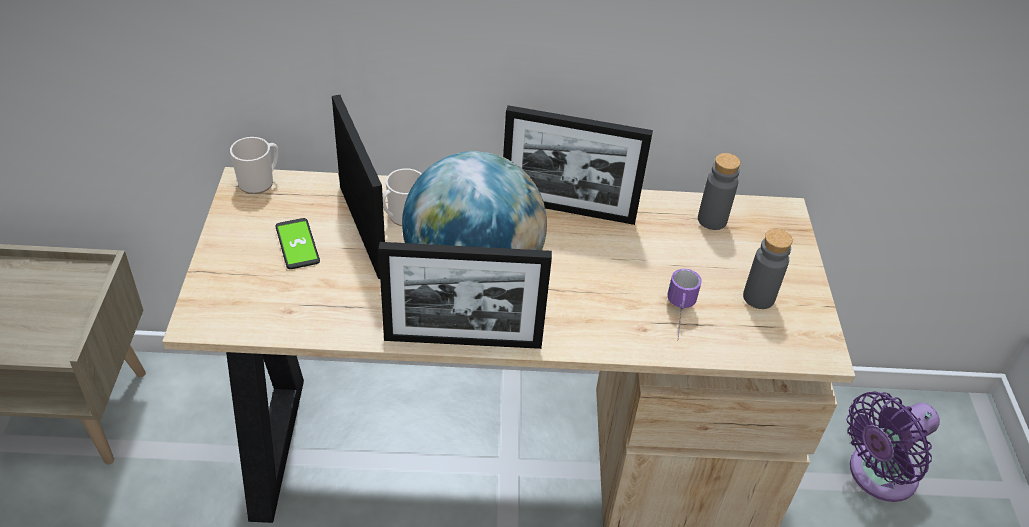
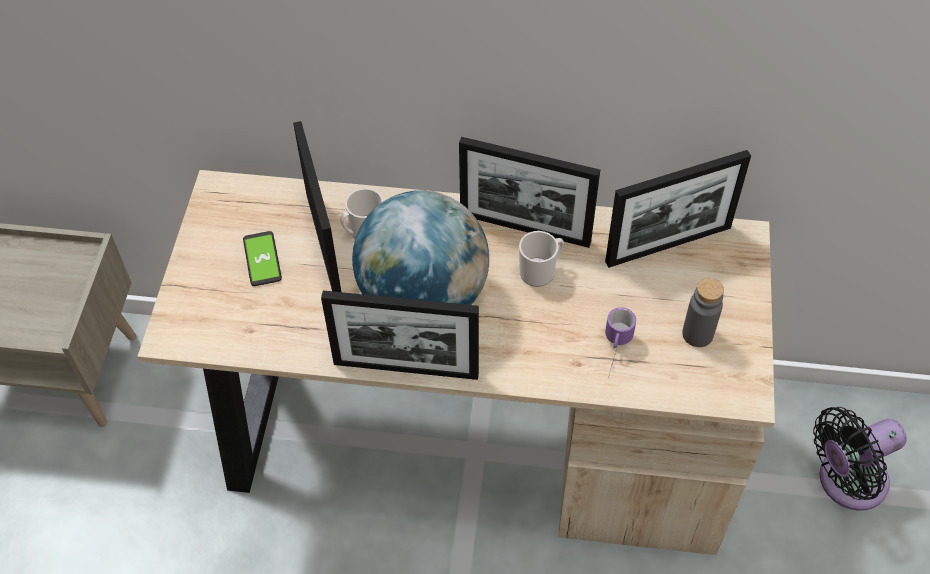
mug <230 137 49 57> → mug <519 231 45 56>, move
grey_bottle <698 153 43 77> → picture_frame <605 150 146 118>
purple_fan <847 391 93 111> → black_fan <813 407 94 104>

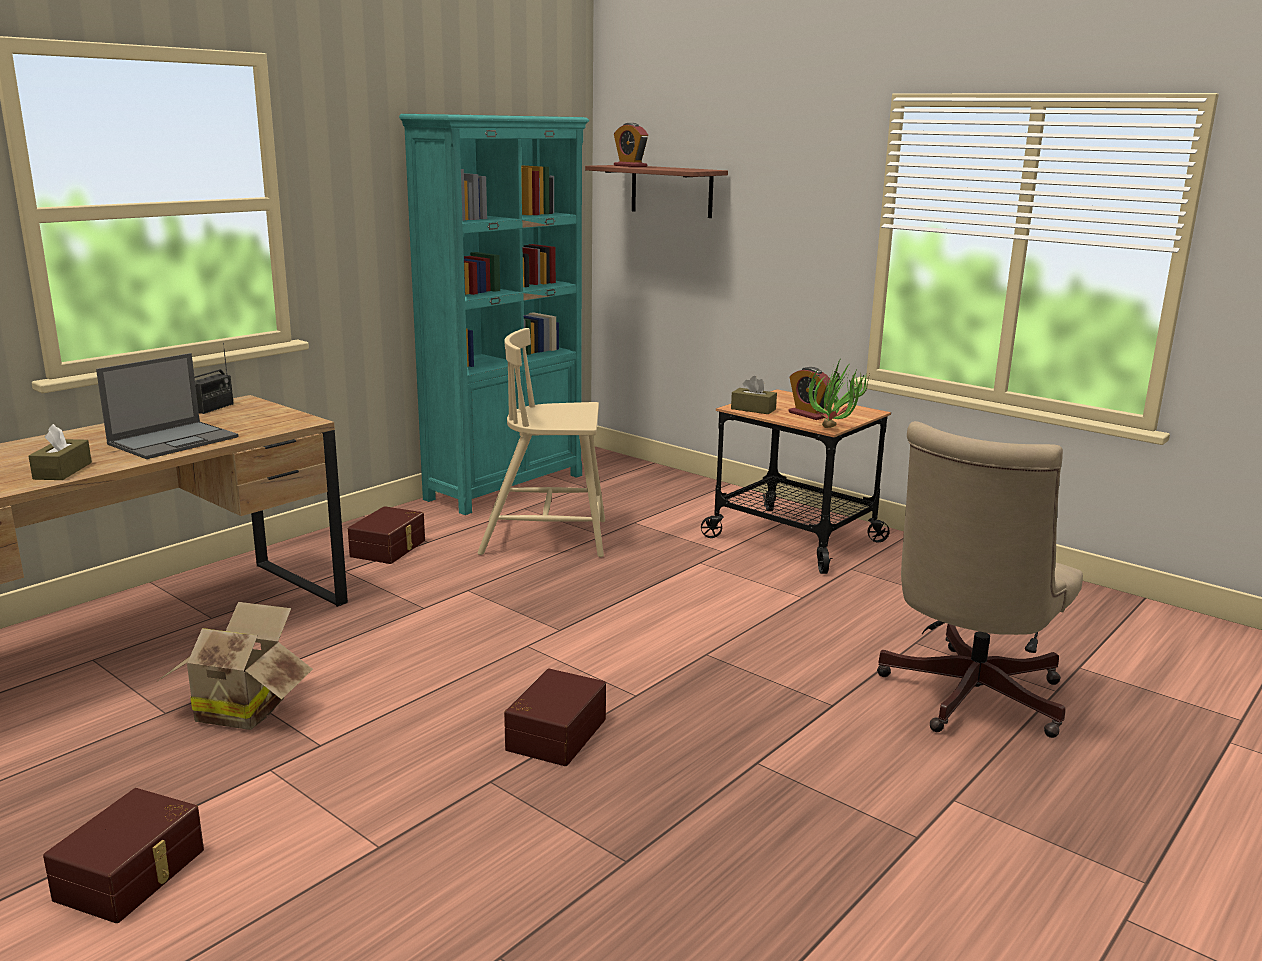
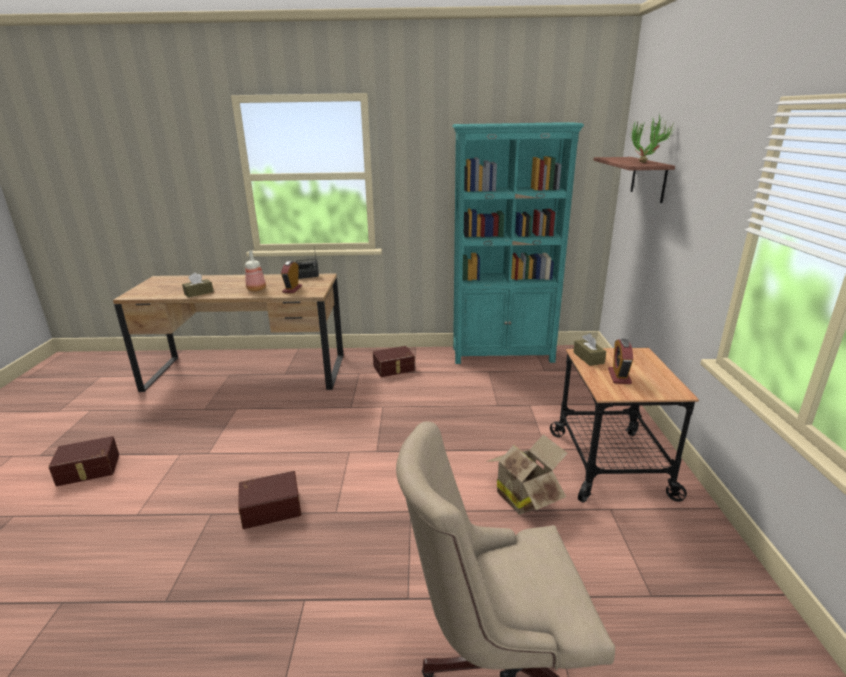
alarm_clock <614 123 34 44> → alarm_clock <281 261 21 32>, move
beige_chair <477 328 128 229> → -
laptop <96 353 143 106> → bottle <245 251 21 40>
potted_plant <807 360 63 68> → potted_plant <631 113 43 50>, move
cardboard_box <156 602 157 128> → cardboard_box <486 434 82 81>, move

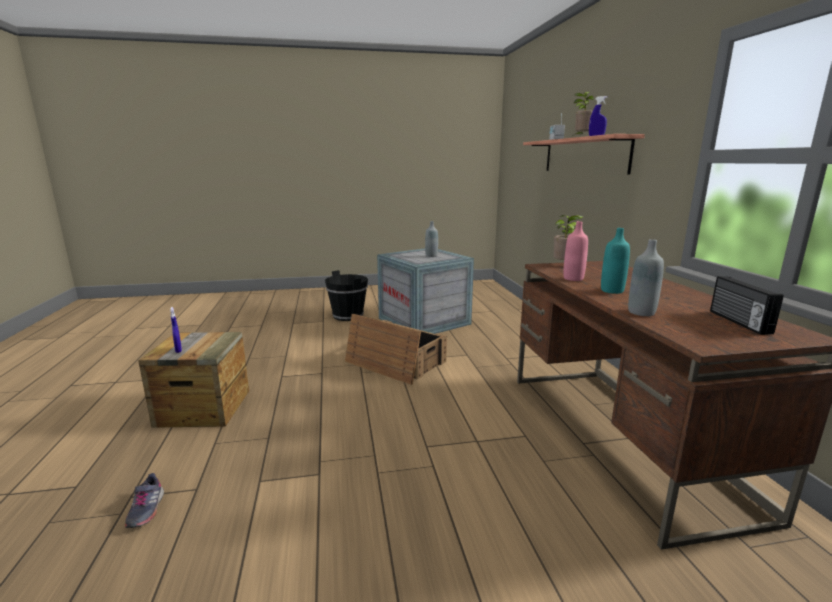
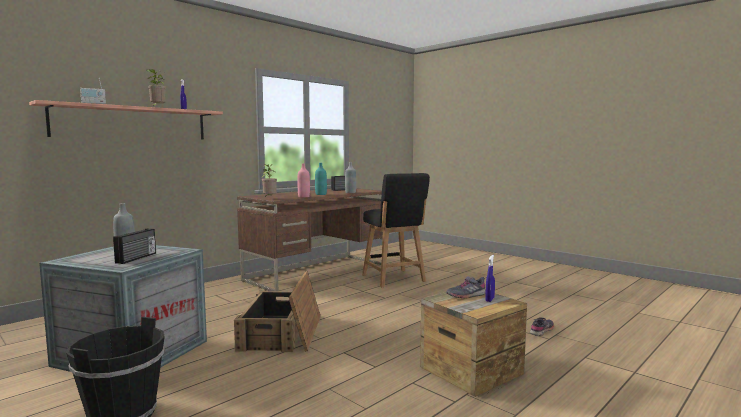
- → black_chair <362 173 68 114>
- → radio <113 229 43 35>
- → grey_shoe <446 276 40 22>

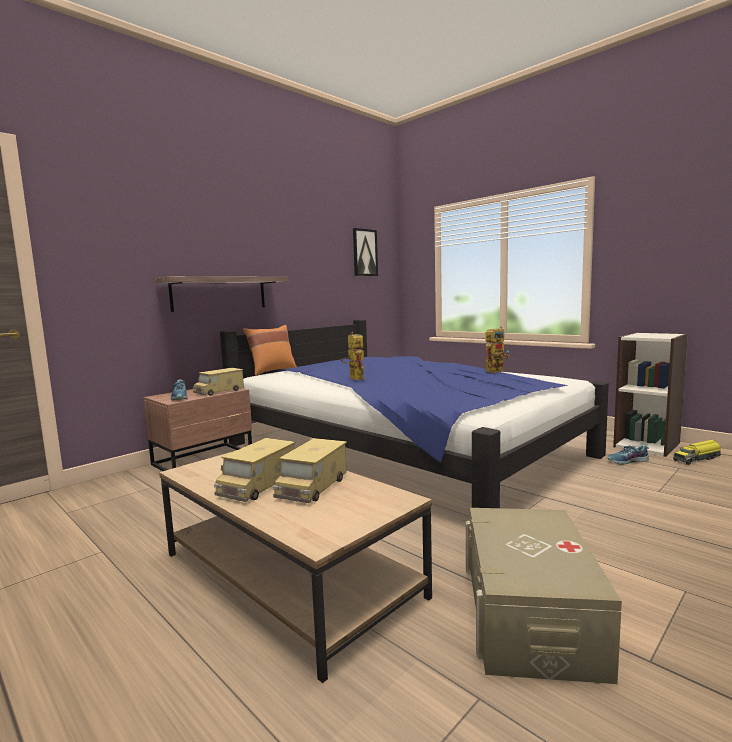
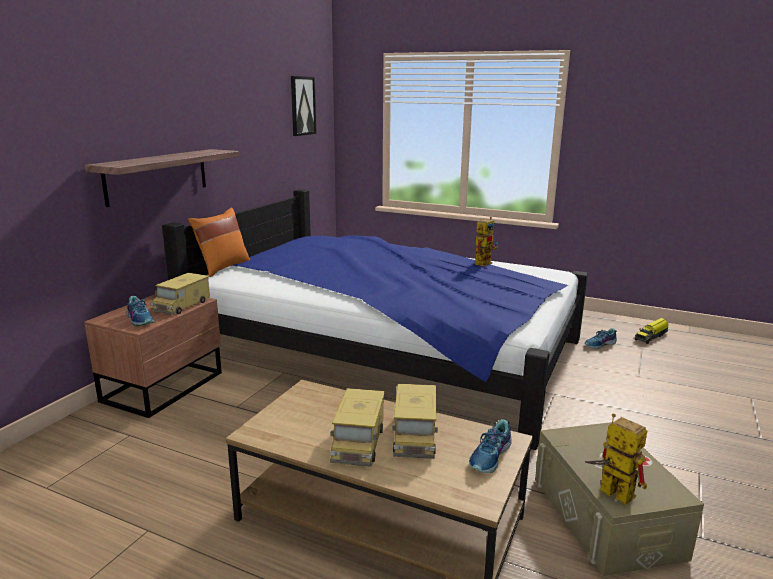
toy_robot <341 332 24 48> → toy_robot <585 414 62 91>, move
bookcase <613 333 75 124> → -
- → shoe <469 419 42 54>

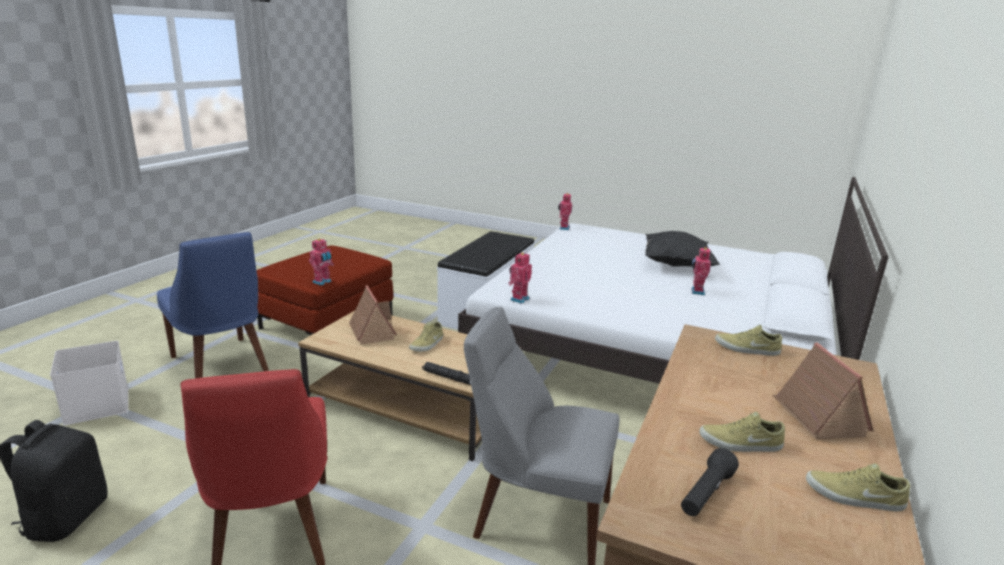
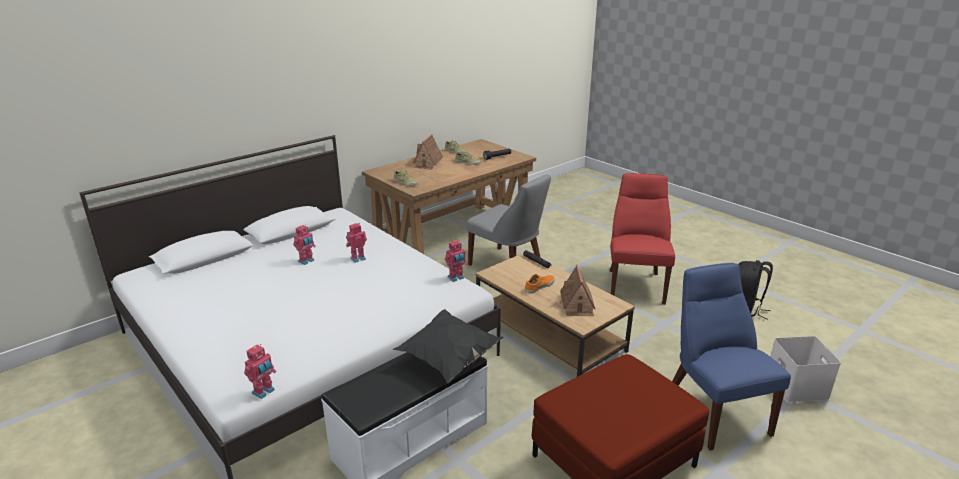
black_pillow <645 231 75 35> → black_pillow <392 309 111 75>, move
toy_robot <309 238 25 47> → toy_robot <346 223 21 40>, move
beige_shoe <409 322 34 30> → orange_shoe <525 274 30 20>

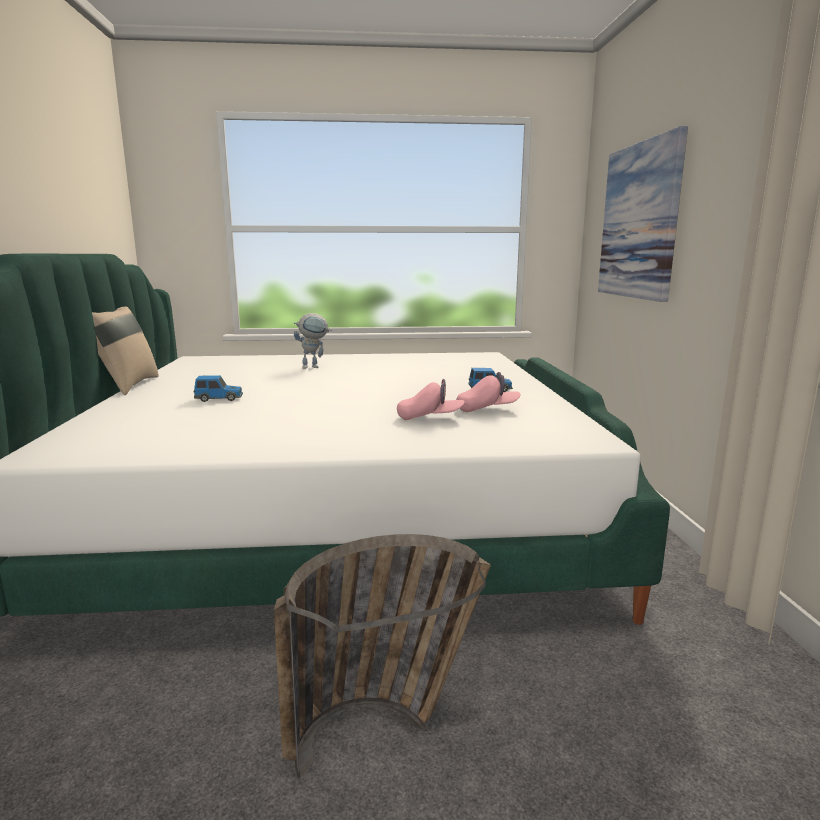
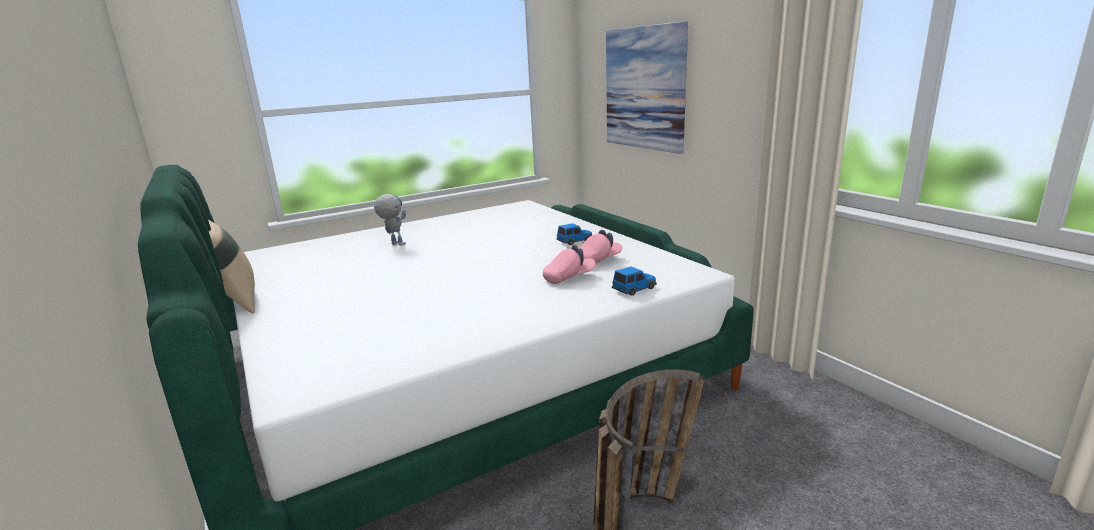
toy_robot <294 313 38 56> → toy_robot <374 194 32 52>, 105 degrees counterclockwise
toy_car <194 375 49 27> → toy_car <612 266 45 30>, move

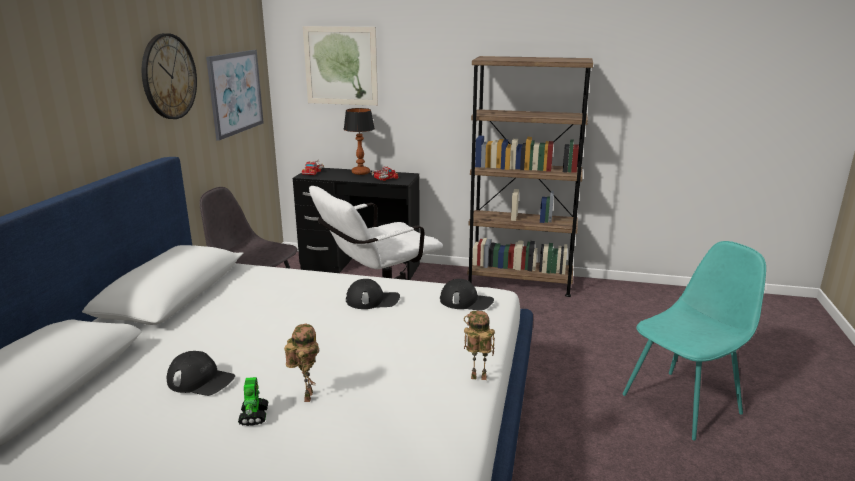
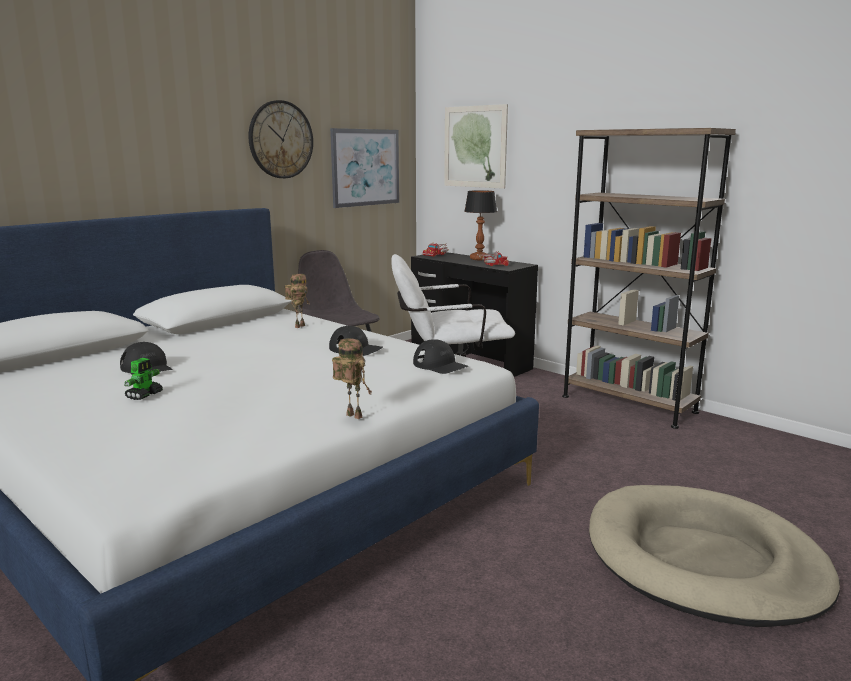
turquoise_chair <622 241 144 200> → beige_dog_bed <589 485 251 142>
toy_robot <284 324 35 78> → toy_robot <285 274 25 54>, move

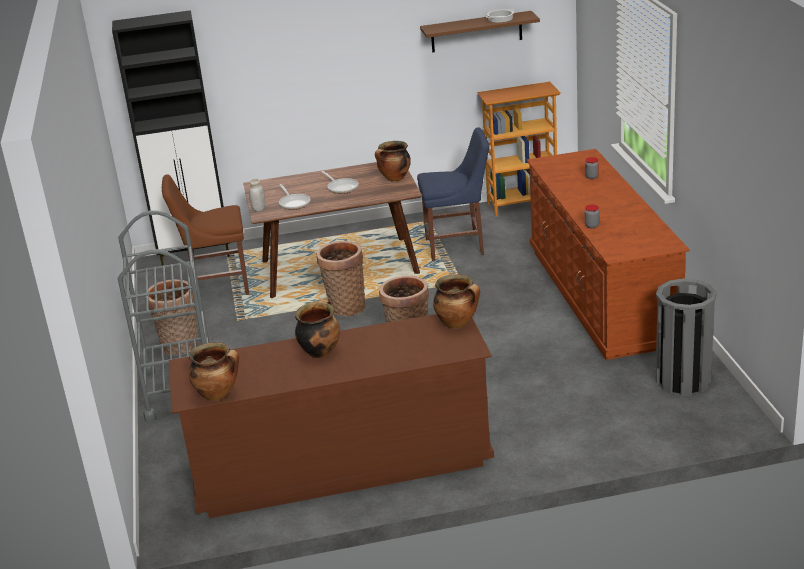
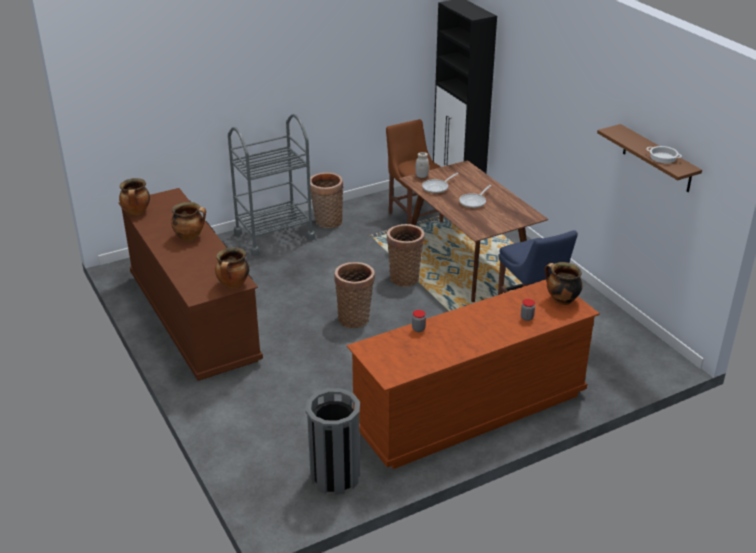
bookcase <477 82 84 134> → -
cooking_pot <375 141 36 41> → cooking_pot <545 262 38 43>, move

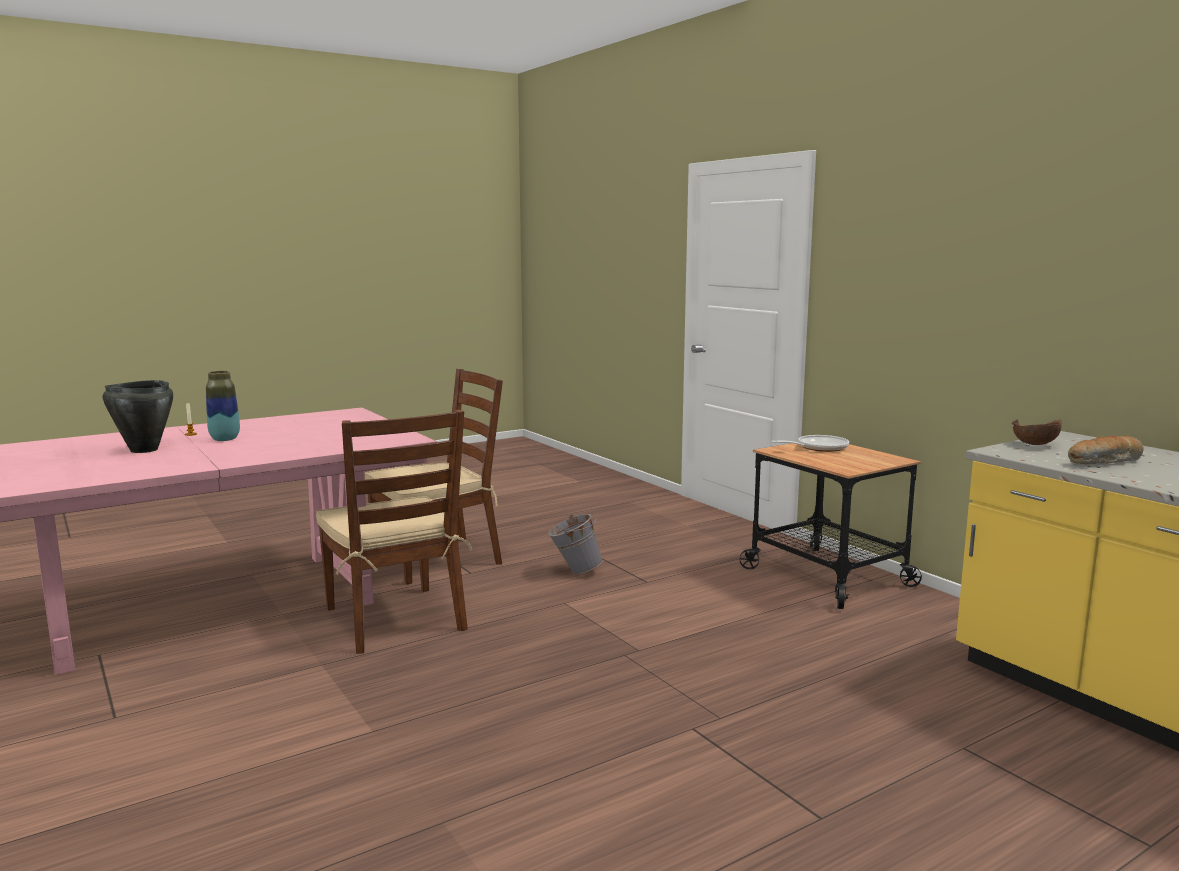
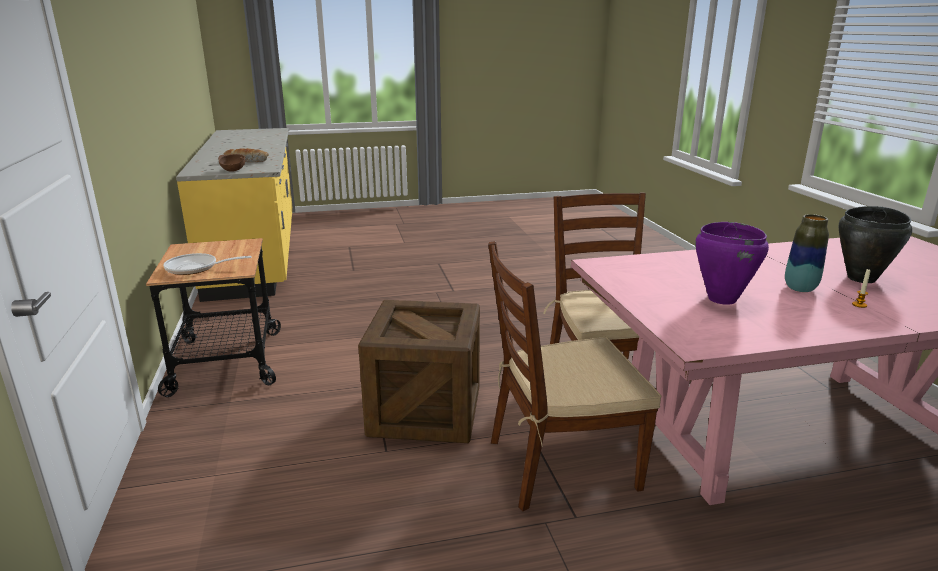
grey_bucket <548 514 55 61> → crate <358 300 122 143>
- → purple_cooking_pot <695 222 74 83>

